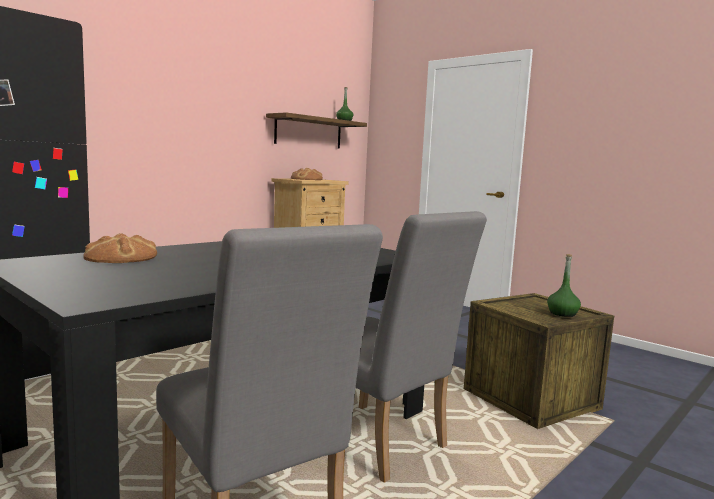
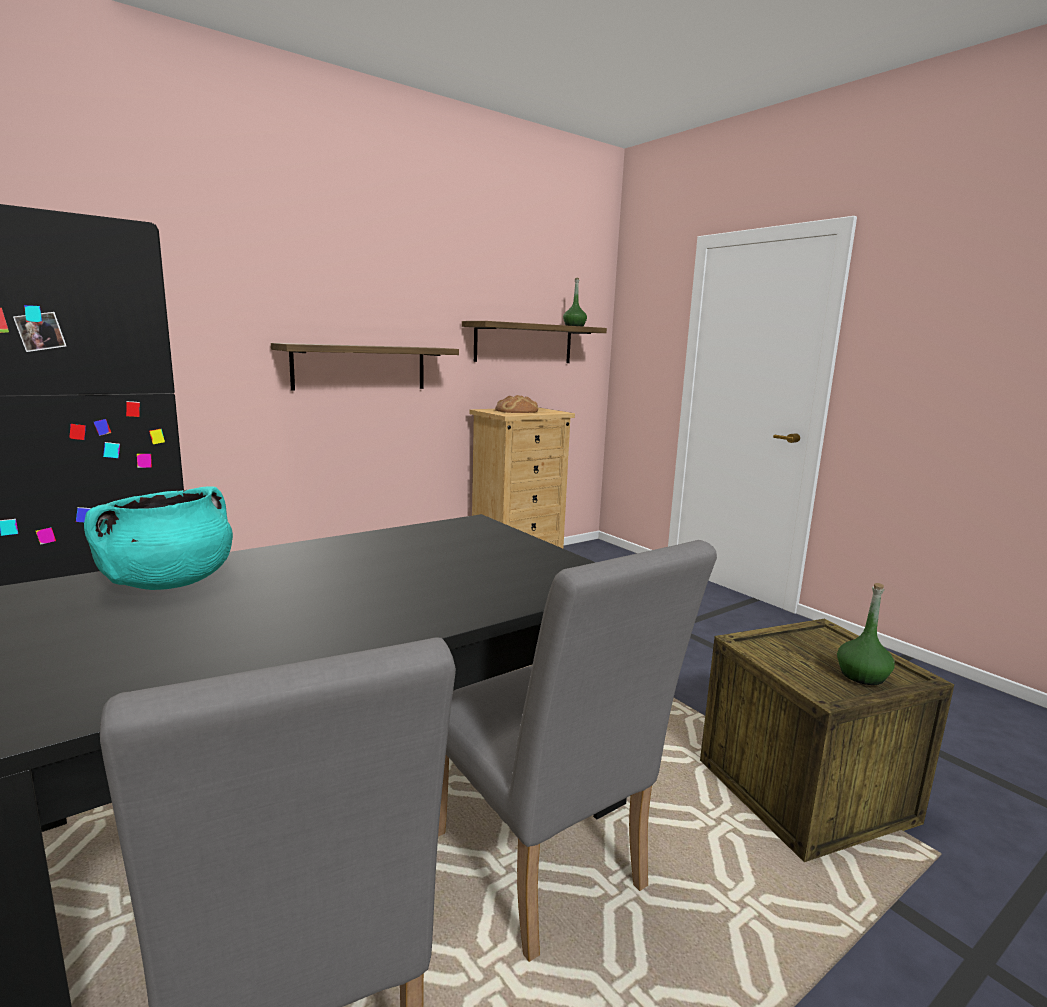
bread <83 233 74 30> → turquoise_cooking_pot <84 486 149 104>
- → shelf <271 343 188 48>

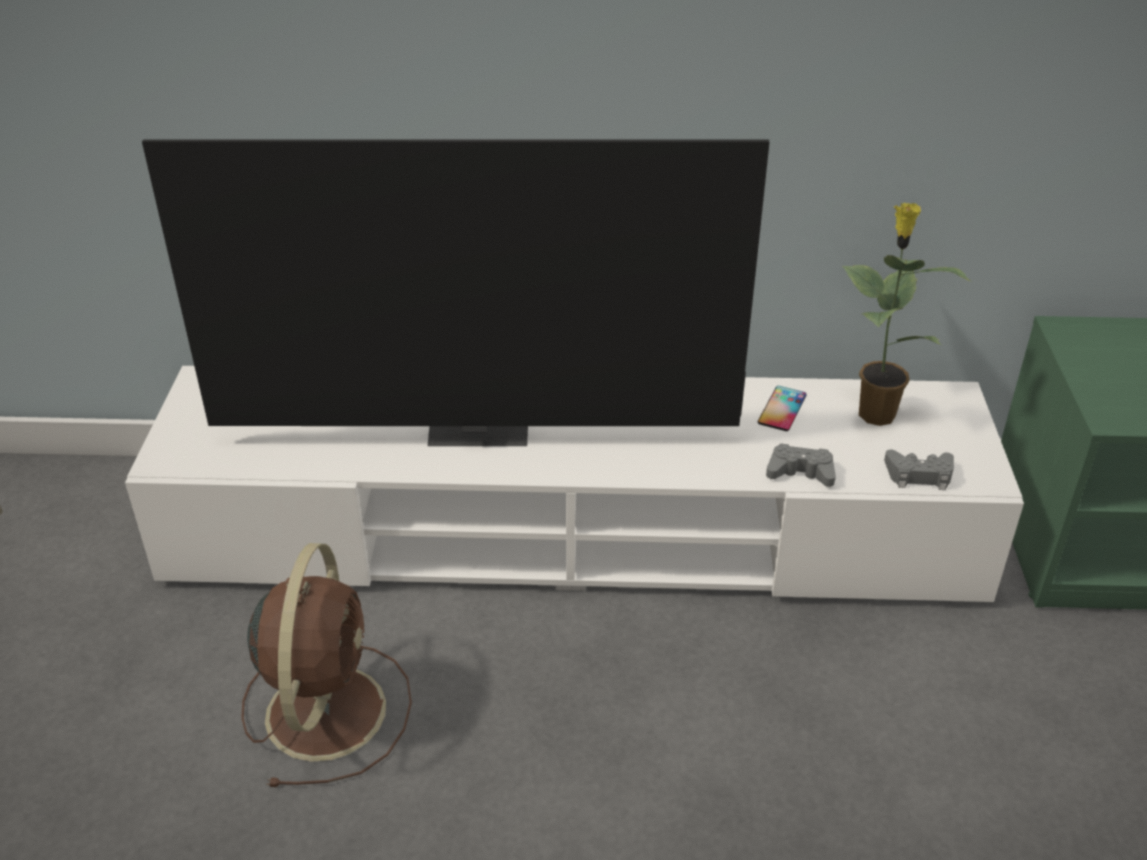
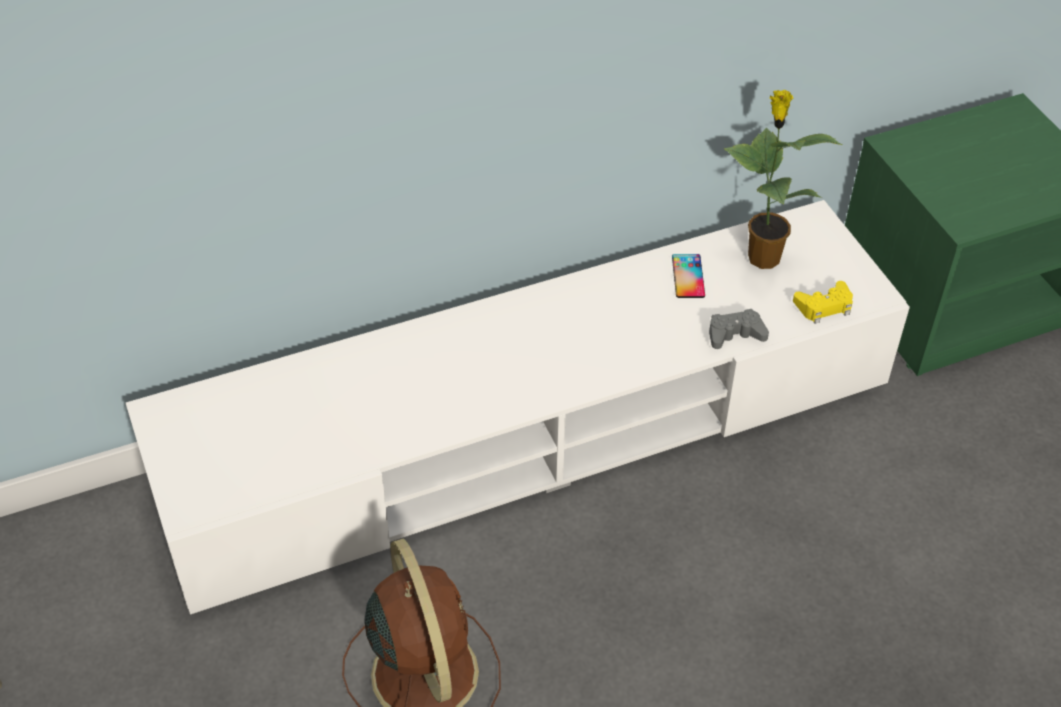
television <142 139 628 307> → -
grey_game_controller <884 450 70 40> → yellow_game_controller <793 281 60 43>

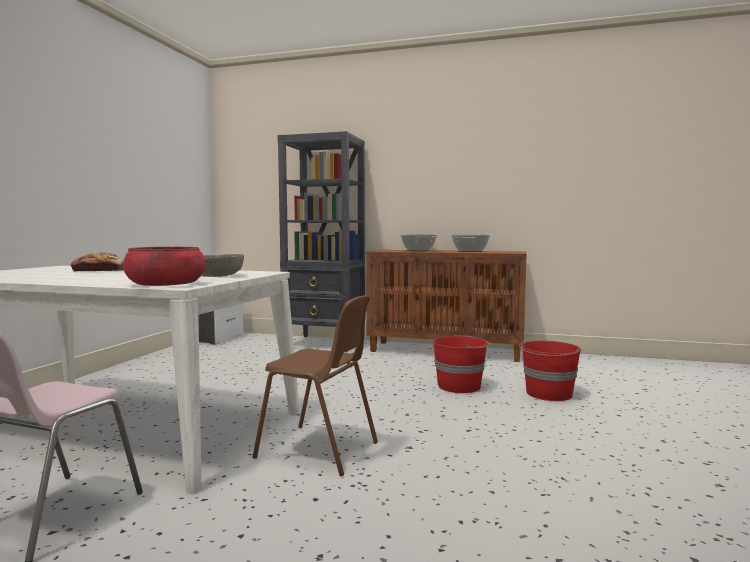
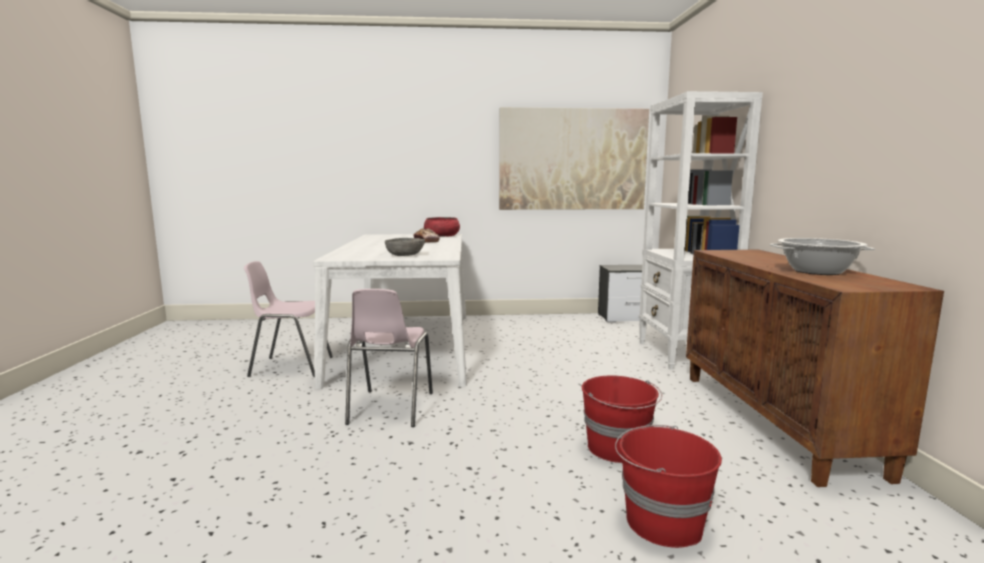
black_bookcase <278 131 87 221> → white_bookcase <639 91 124 279>
cooking_pot <398 234 42 17> → -
red_bowl <123 247 83 39> → red_bowl <424 217 36 19>, move
brown_chair <253 295 125 181> → pink_chair <345 289 88 138>
- → picture <499 107 150 103>

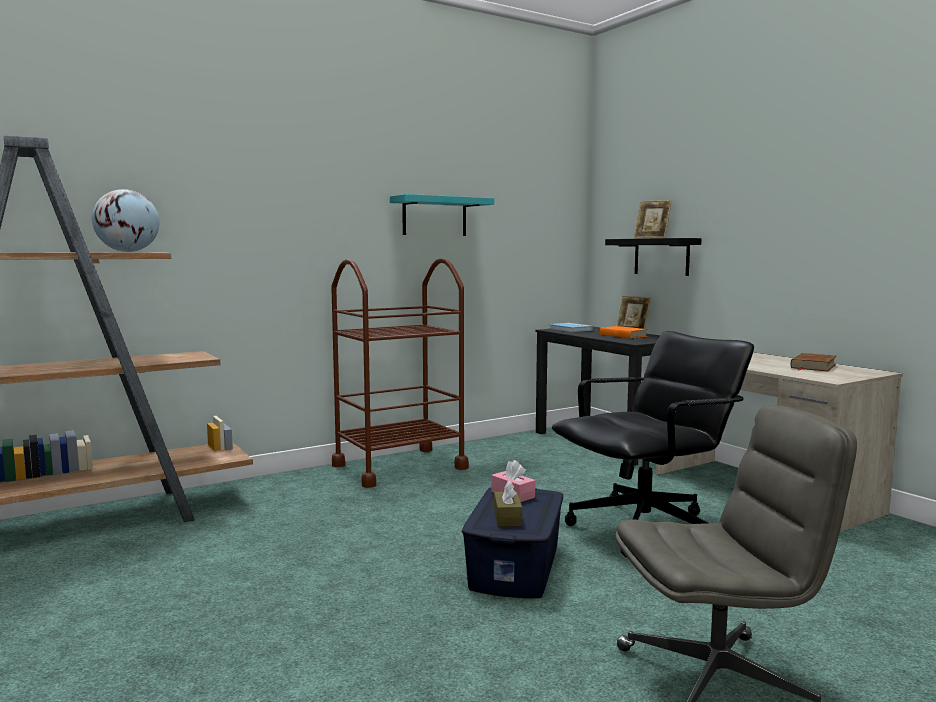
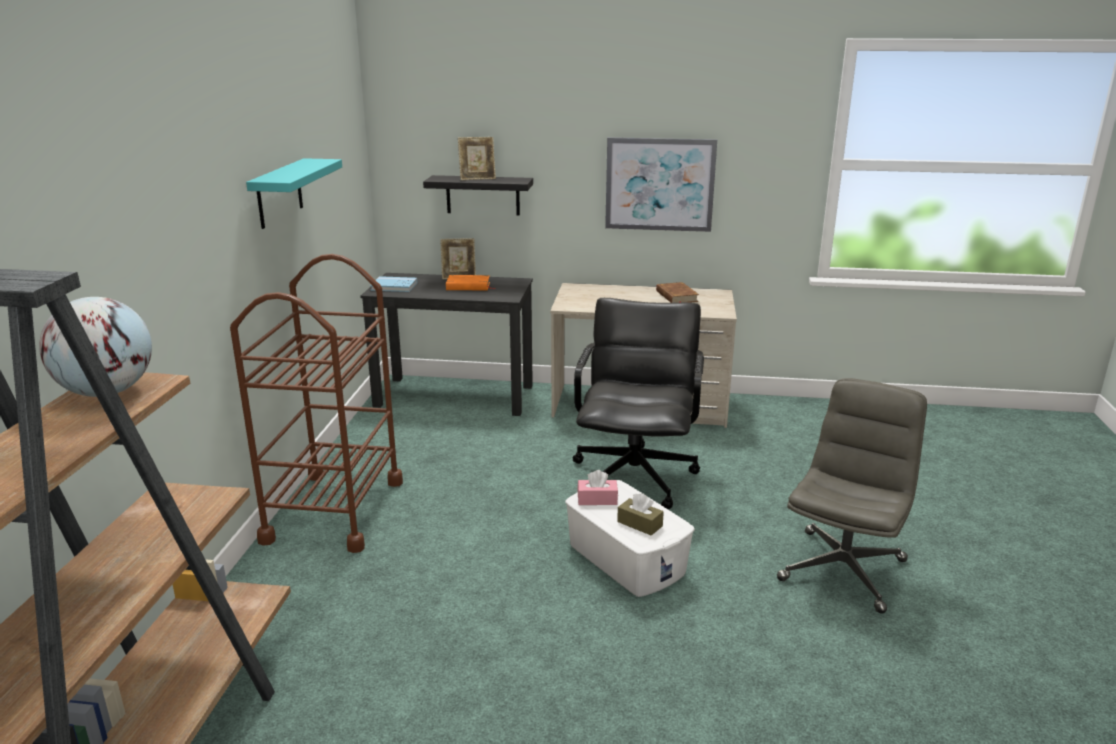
blue_storage_box <462 487 101 111> → white_storage_box <565 480 130 117>
- → picture <605 137 112 95>

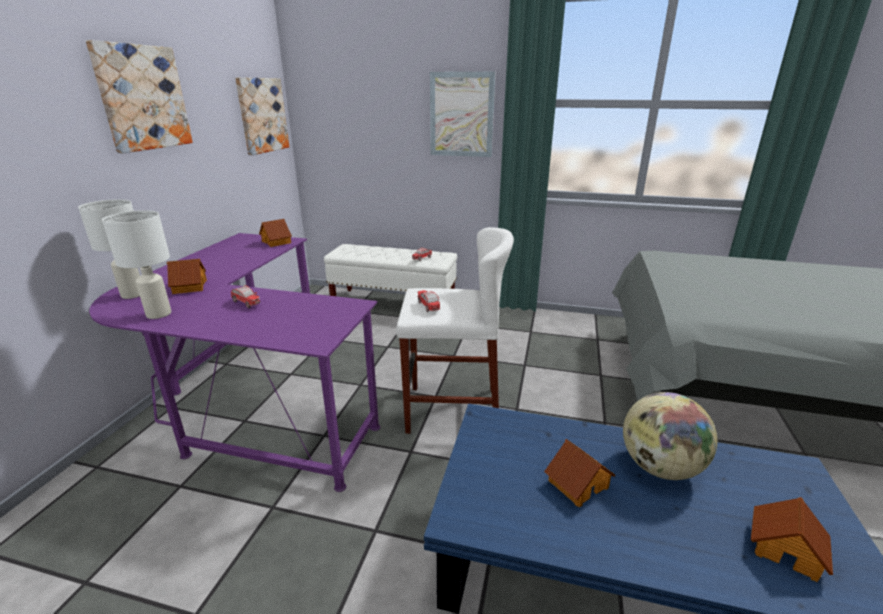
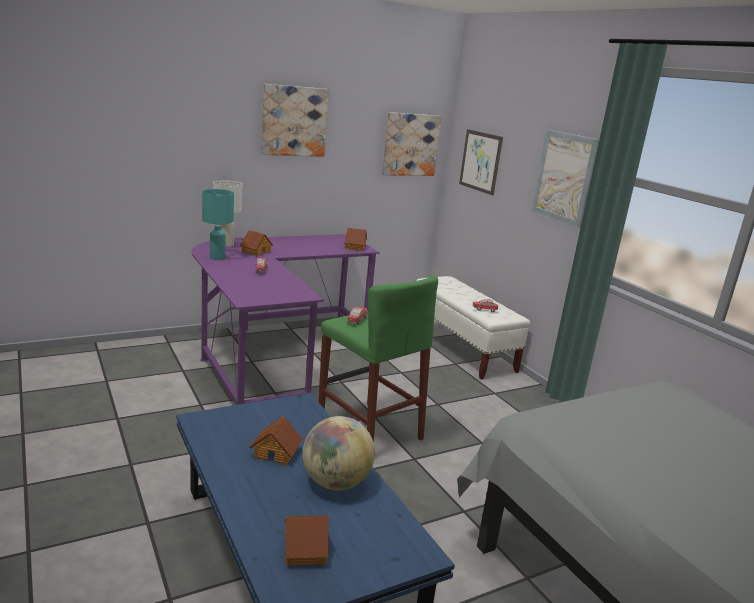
white_table_lamp <102 210 69 109> → turquoise_table_lamp <202 189 32 71>
white_stool <396 227 118 207> → green_stool <318 275 120 167>
- → picture <459 129 44 66>

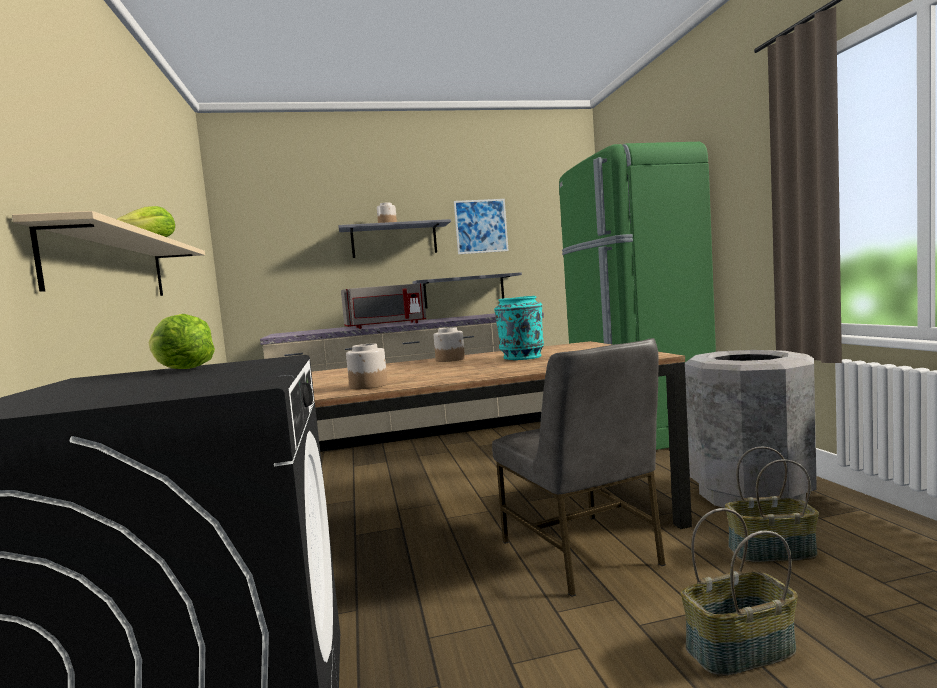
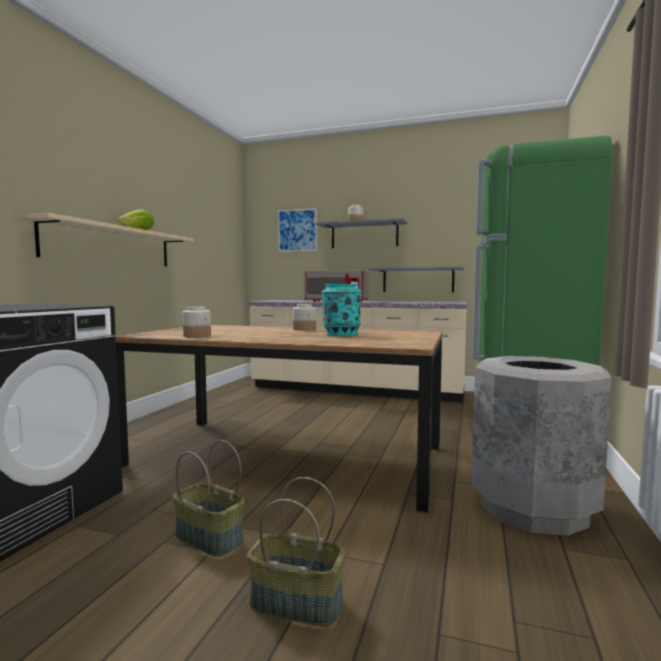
picture <454 199 54 55> → picture <278 208 39 44>, move
lettuce <148 314 67 55> → -
grey_chair <492 338 174 259> → -
basket <725 447 94 115> → basket <173 440 72 117>, move

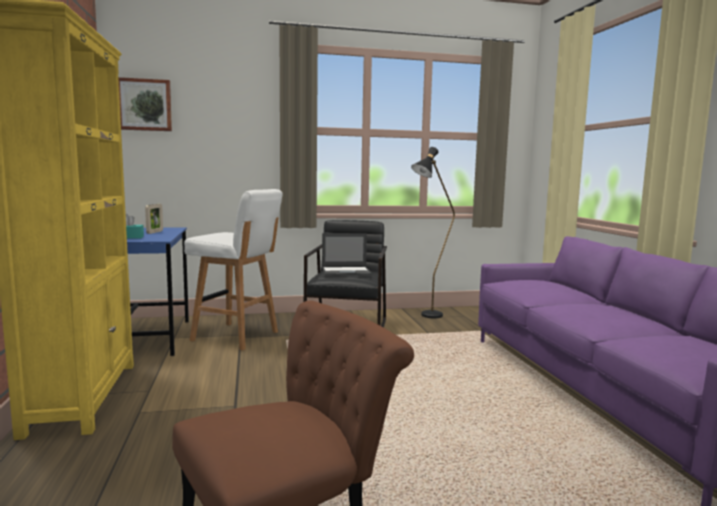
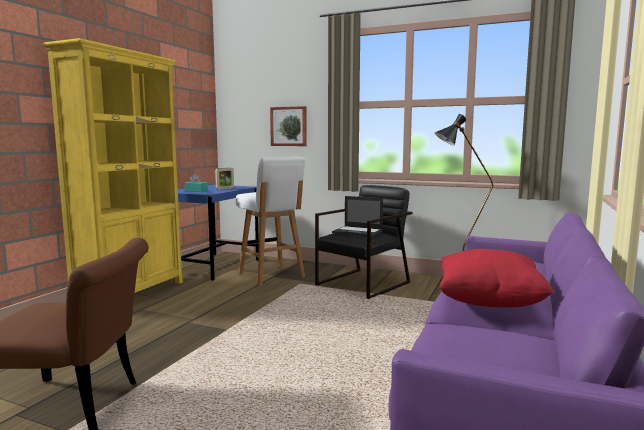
picture <118 77 54 54> → picture <270 106 37 40>, move
- → red_pillow <439 249 115 58>

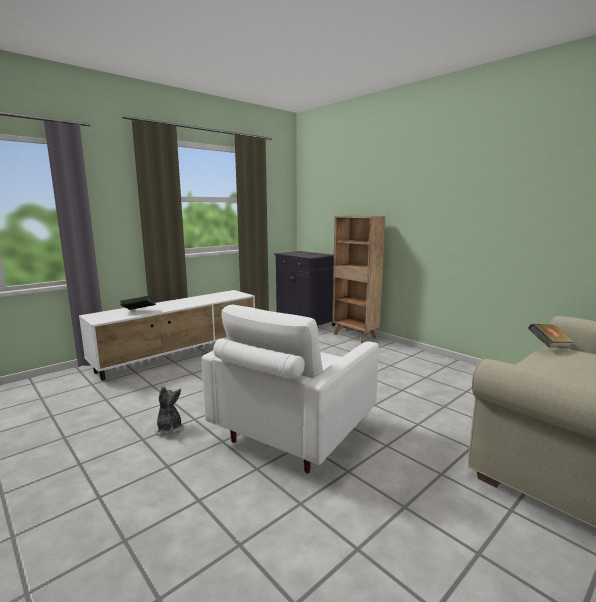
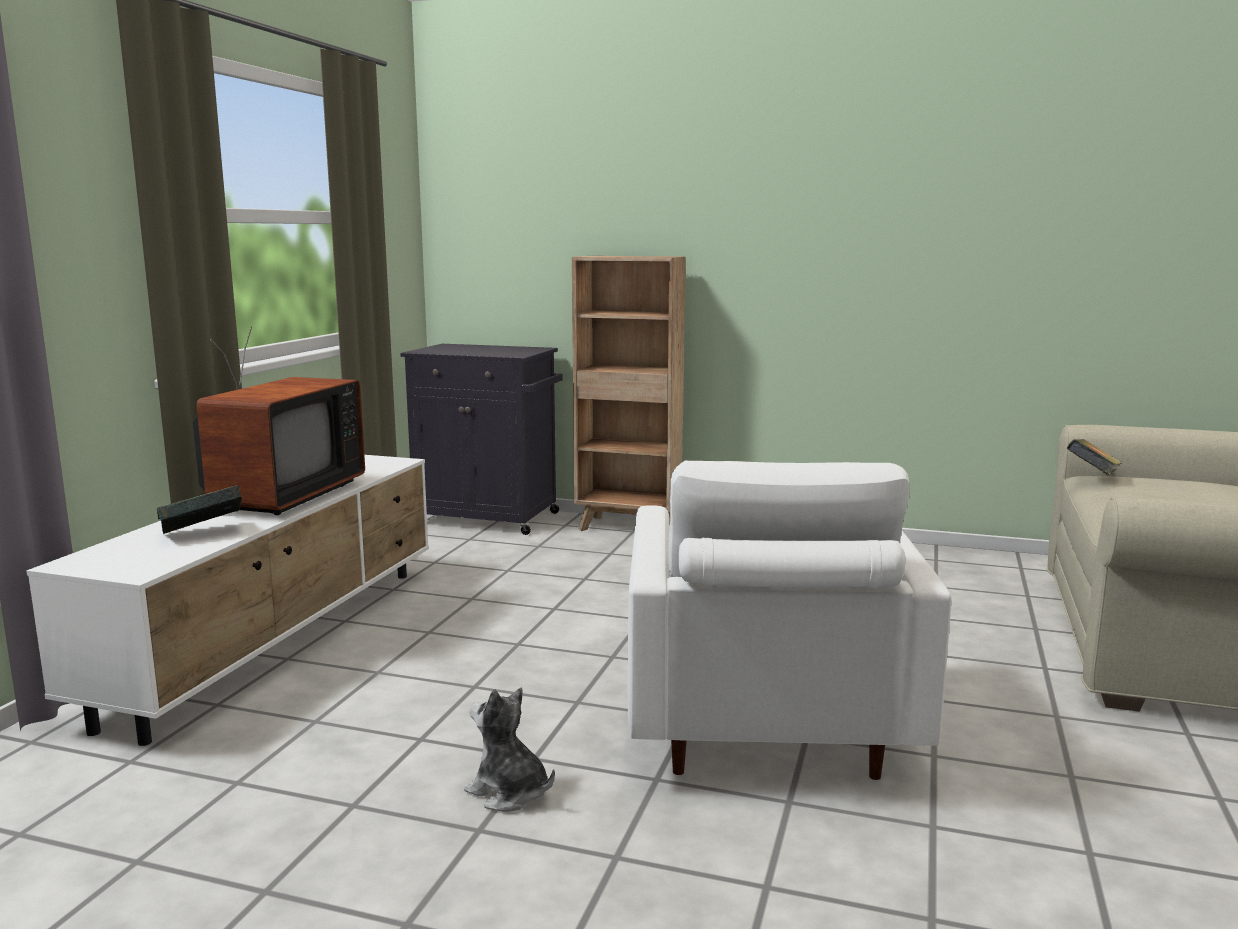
- → television <193 327 172 188>

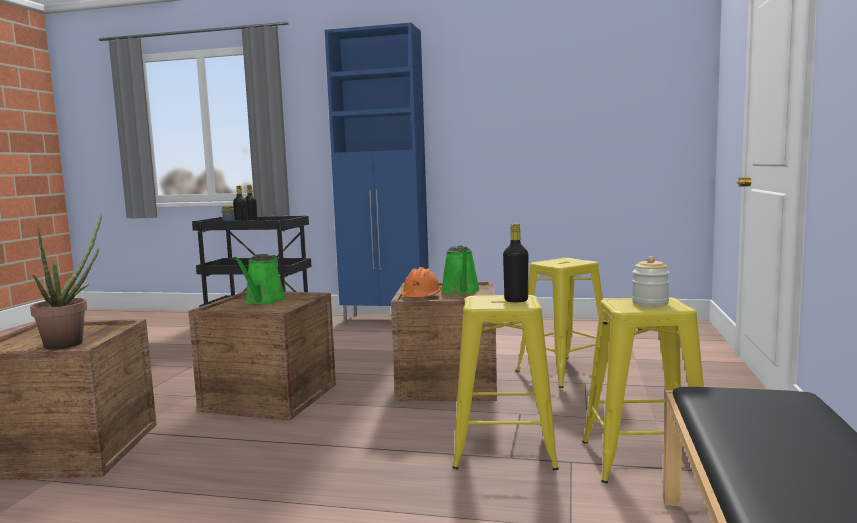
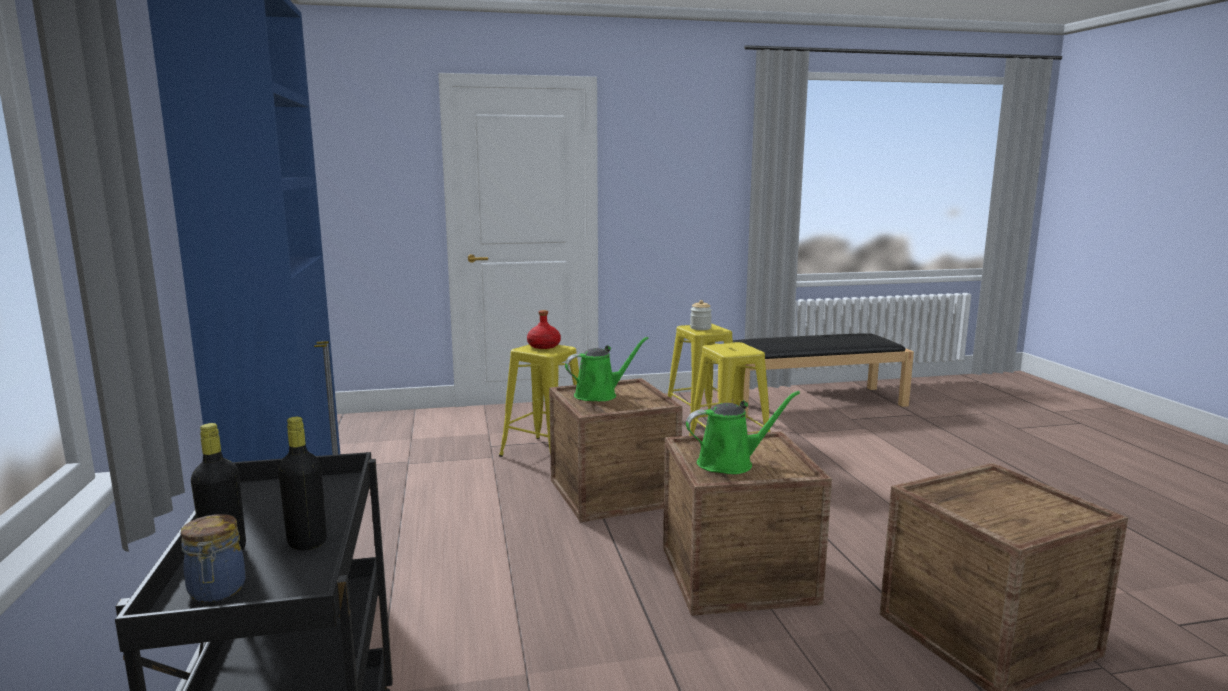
potted_plant <30 213 72 136> → -
black_bottle <503 224 25 78> → -
orange_hard_hat <401 267 40 30> → -
- → red_bottle <527 310 34 39>

